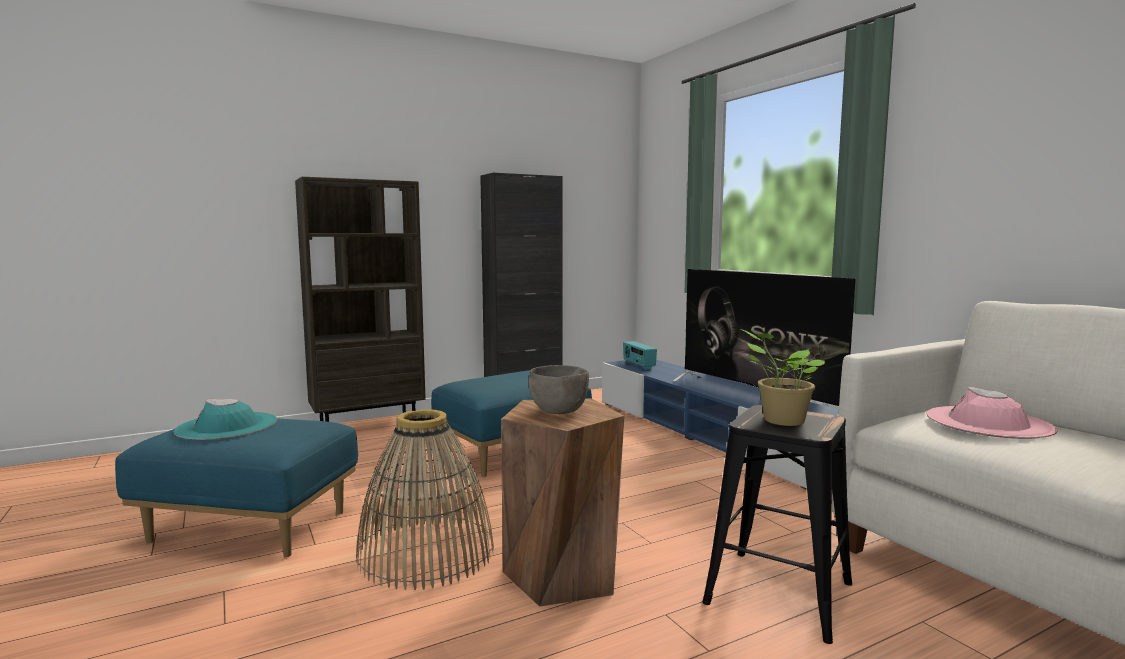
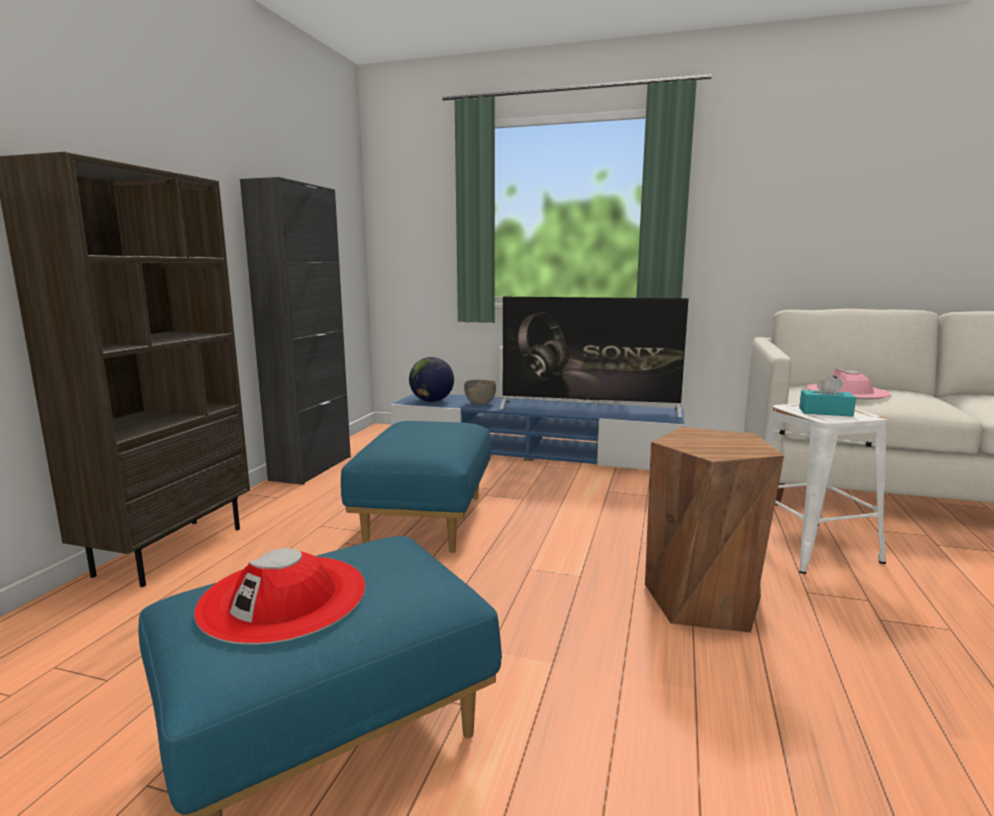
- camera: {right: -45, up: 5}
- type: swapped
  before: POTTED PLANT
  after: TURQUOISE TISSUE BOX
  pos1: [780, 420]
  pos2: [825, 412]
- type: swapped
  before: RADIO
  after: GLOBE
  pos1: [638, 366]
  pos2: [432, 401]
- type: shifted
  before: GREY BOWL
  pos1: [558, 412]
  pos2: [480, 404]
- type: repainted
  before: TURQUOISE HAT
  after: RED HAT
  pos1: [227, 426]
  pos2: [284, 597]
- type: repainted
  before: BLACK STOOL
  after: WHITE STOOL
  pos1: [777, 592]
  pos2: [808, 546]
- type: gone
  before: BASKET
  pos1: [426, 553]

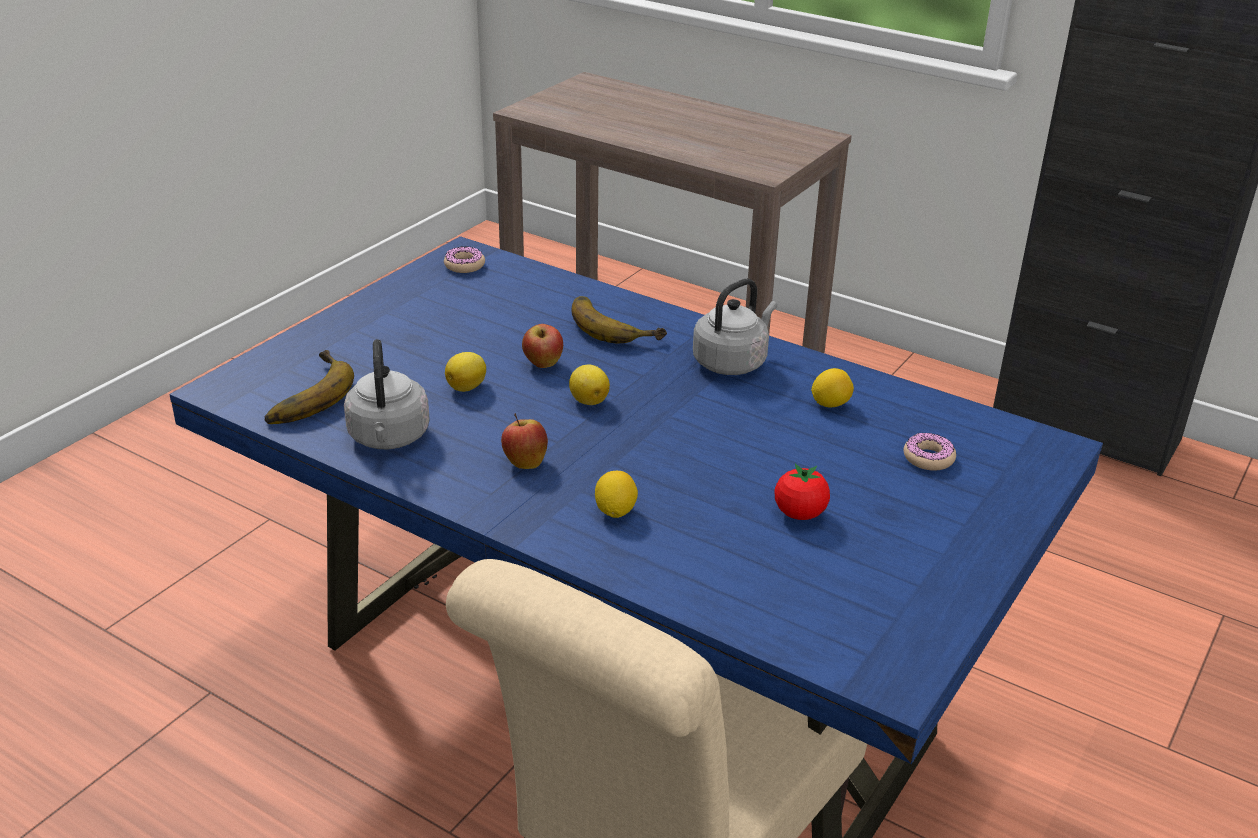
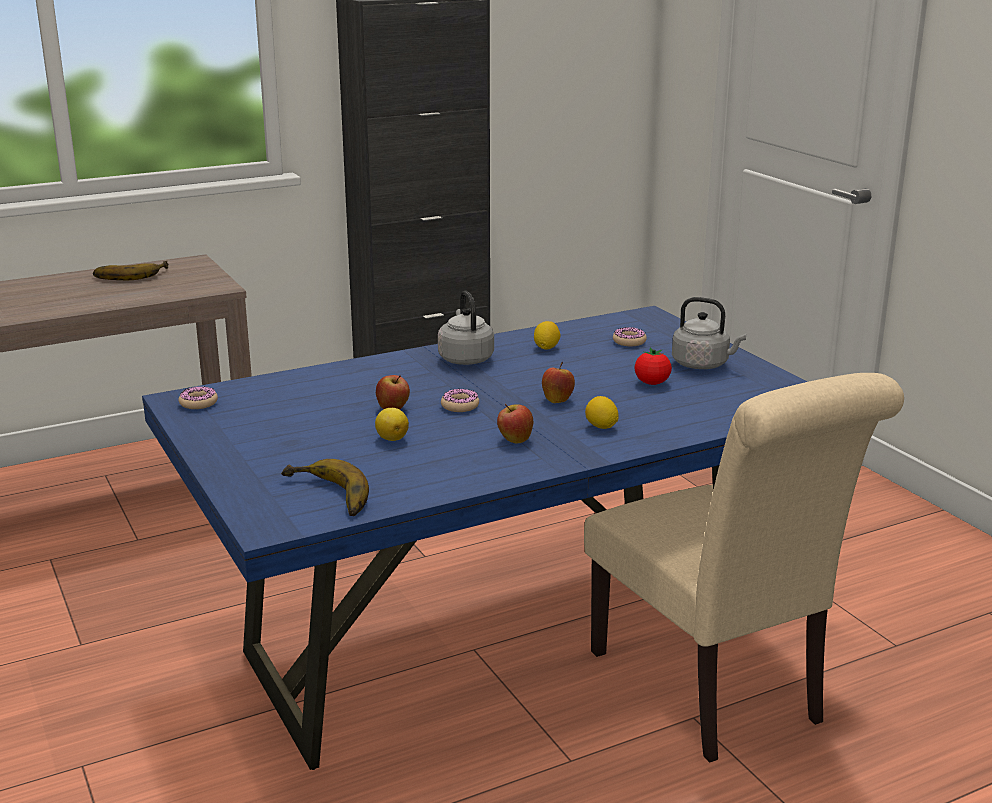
- camera: {right: -60, up: -10}
- type: shifted
  before: BANANA
  pos1: [615, 325]
  pos2: [130, 274]
- type: shifted
  before: GREY KETTLE
  pos1: [389, 438]
  pos2: [703, 364]
- type: swapped
  before: LEMON
  after: DONUT
  pos1: [589, 400]
  pos2: [460, 406]
- type: new
  after: APPLE
  pos2: [557, 400]

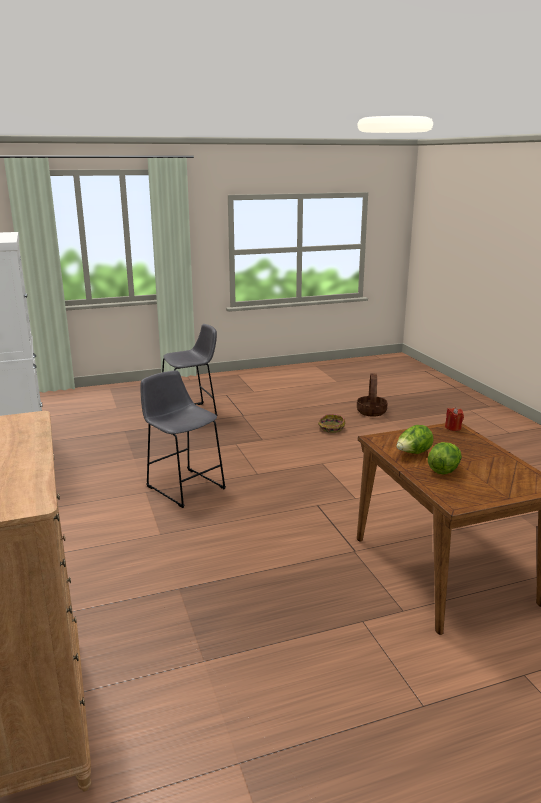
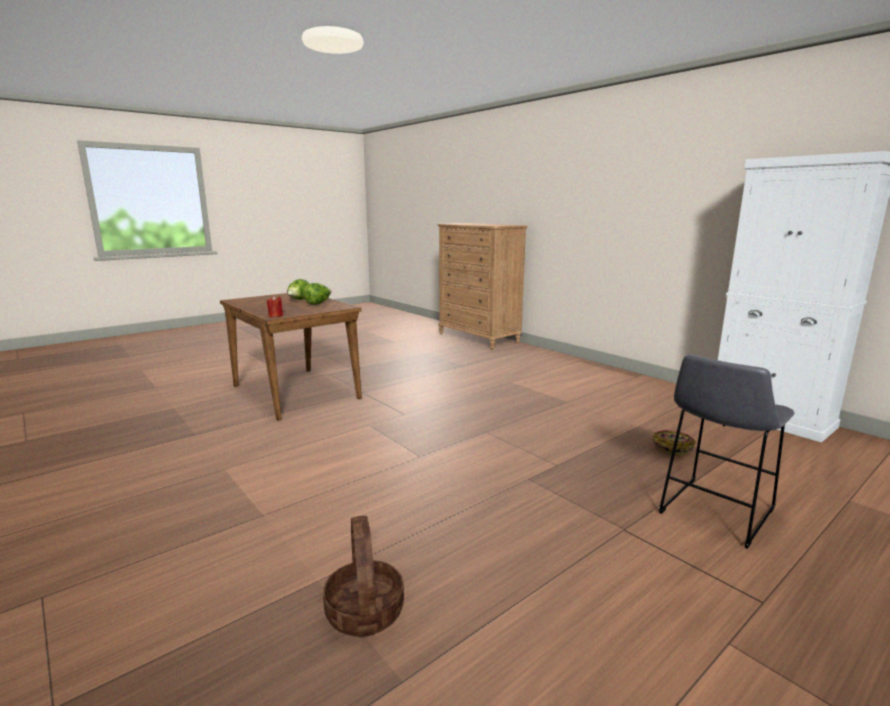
- camera: {right: 160, up: -5}
- type: gone
  before: GREY STOOL
  pos1: [183, 486]
- type: shifted
  before: BASKET
  pos1: [331, 428]
  pos2: [673, 448]

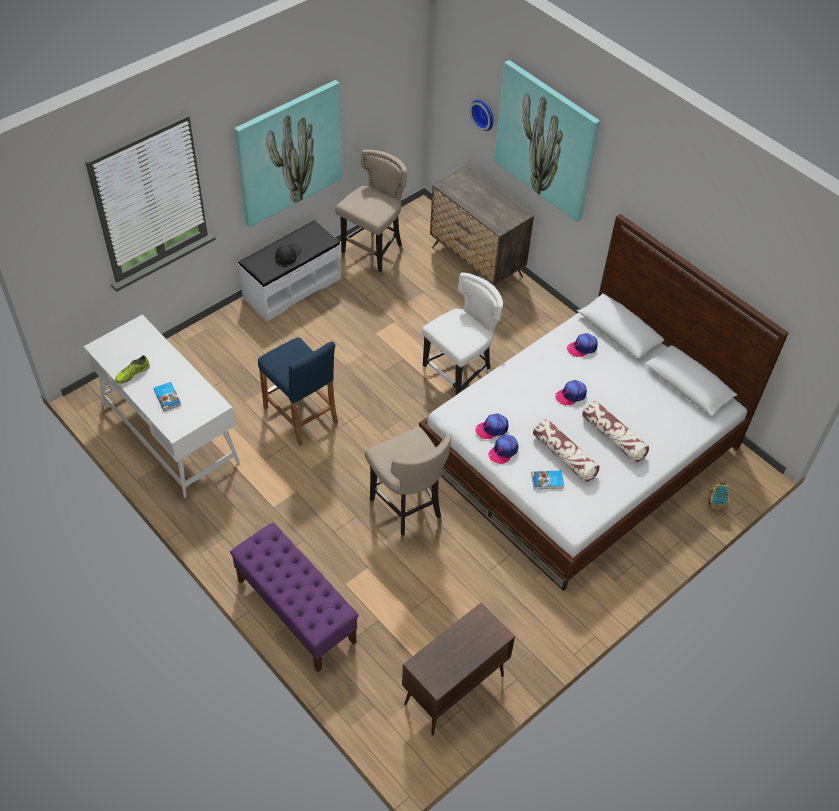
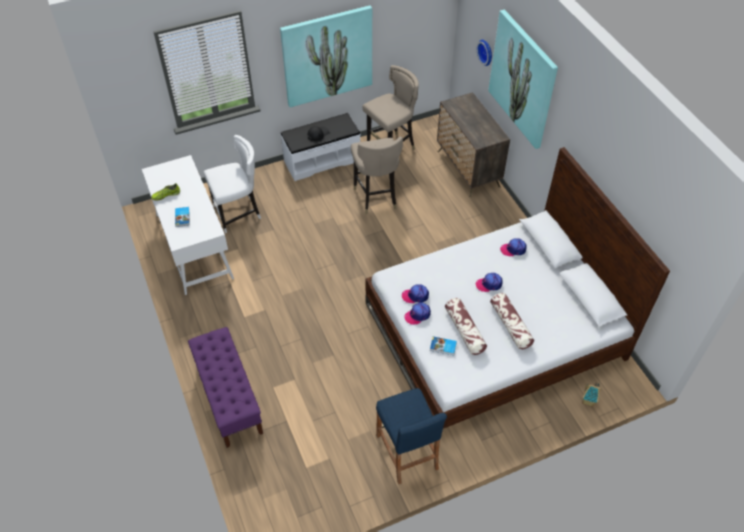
- camera: {right: 20, up: 0}
- type: shifted
  before: WHITE CHAIR
  pos1: [459, 373]
  pos2: [238, 213]
- type: shifted
  before: BLUE STOOL
  pos1: [300, 415]
  pos2: [407, 452]
- type: shifted
  before: BEIGE STOOL
  pos1: [406, 511]
  pos2: [376, 197]
- type: gone
  before: BROWN CABINET
  pos1: [453, 690]

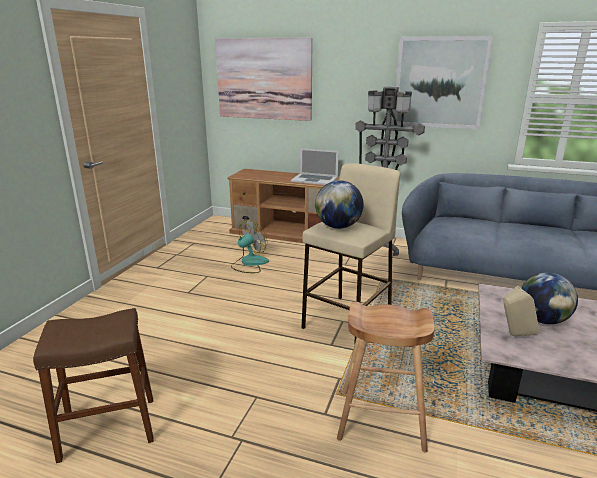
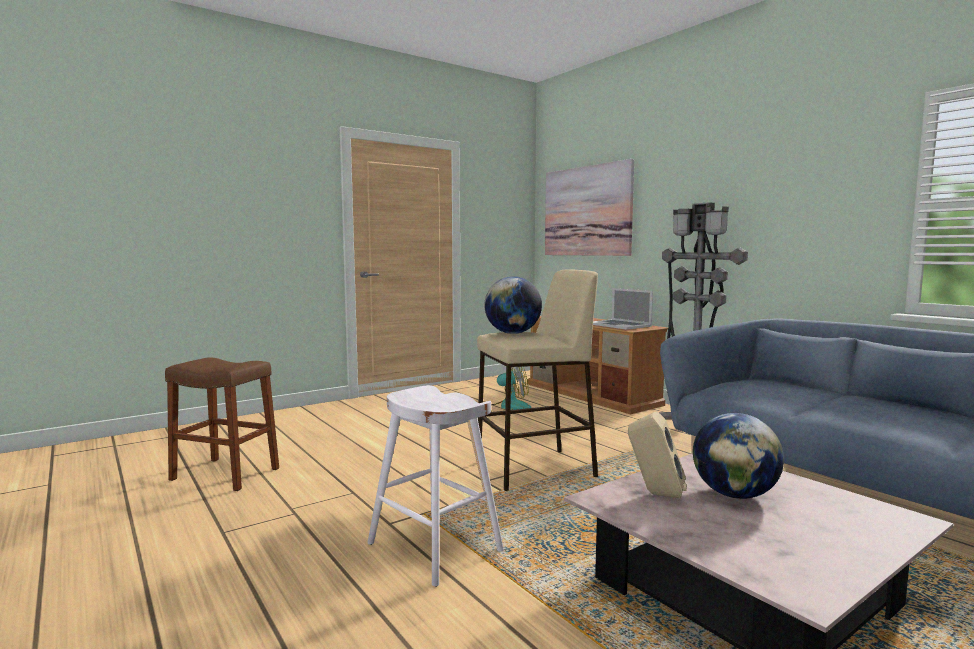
- camera: {right: 35, up: -15}
- type: gone
  before: PICTURE
  pos1: [440, 83]
- type: repainted
  before: BROWN STOOL
  after: WHITE STOOL
  pos1: [382, 419]
  pos2: [435, 547]

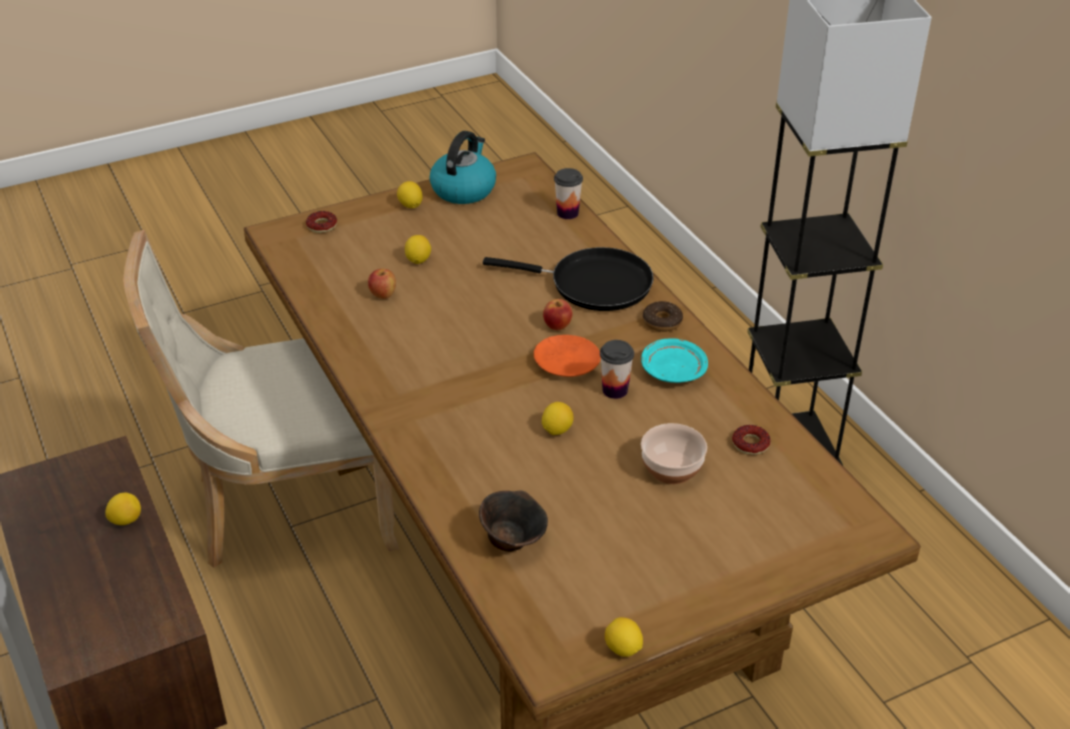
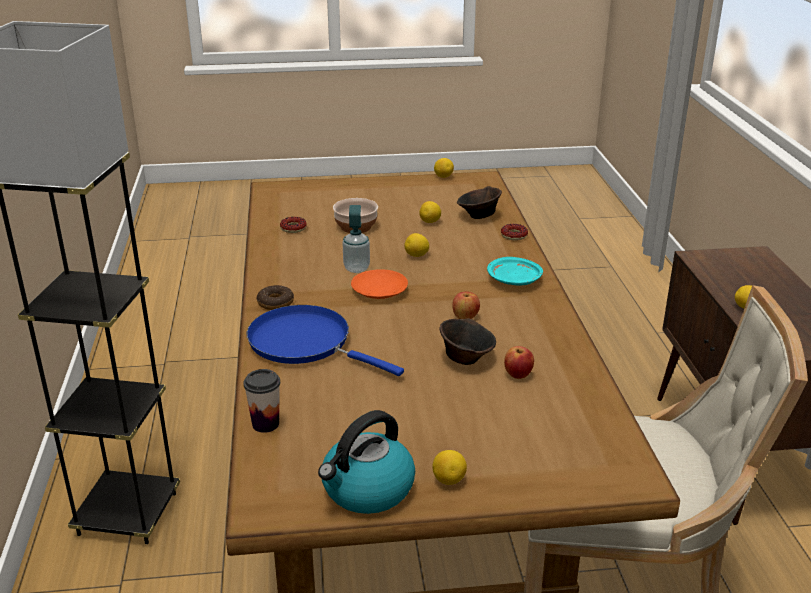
- camera: {right: -160, up: -10}
- type: shifted
  before: DONUT
  pos1: [322, 226]
  pos2: [514, 235]
- type: shifted
  before: LEMON
  pos1: [418, 260]
  pos2: [430, 222]
- type: repainted
  before: BLACK FRYING PAN
  after: BLUE FRYING PAN
  pos1: [593, 284]
  pos2: [306, 343]
- type: shifted
  before: APPLE
  pos1: [557, 326]
  pos2: [465, 317]
- type: shifted
  before: TURQUOISE PLATE
  pos1: [672, 370]
  pos2: [514, 280]
- type: swapped
  before: CUP
  after: SOAP DISPENSER
  pos1: [615, 390]
  pos2: [356, 268]
- type: new
  after: BROWN BOWL
  pos2: [466, 358]

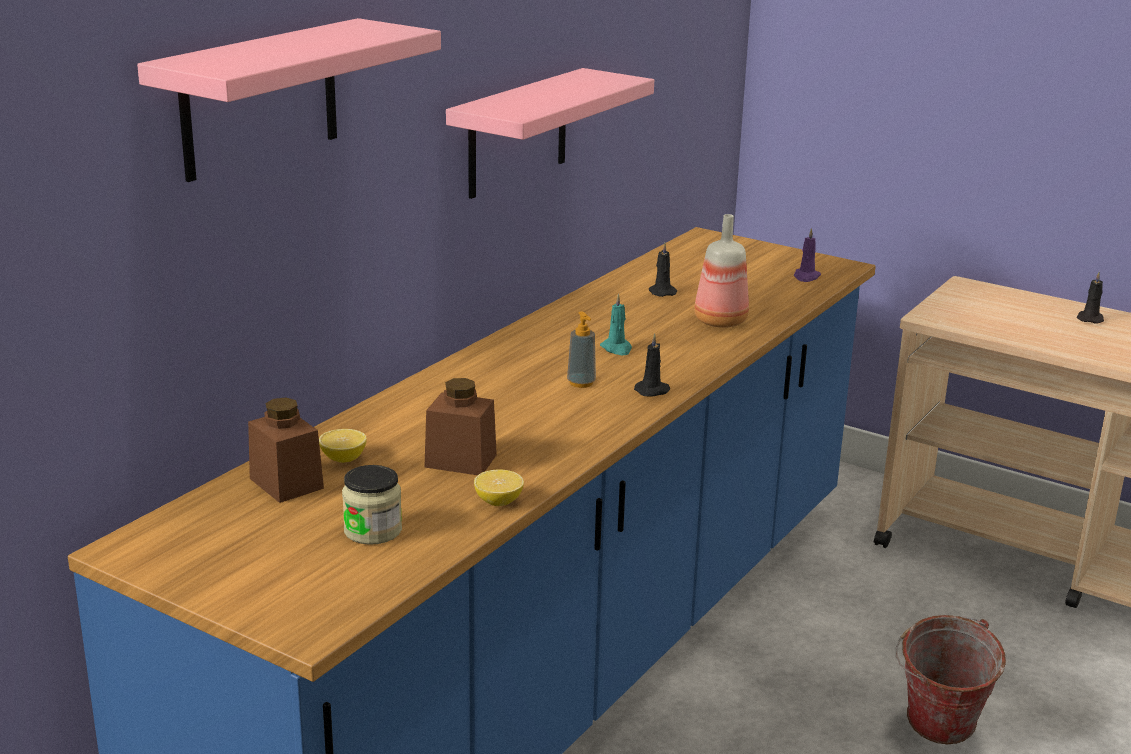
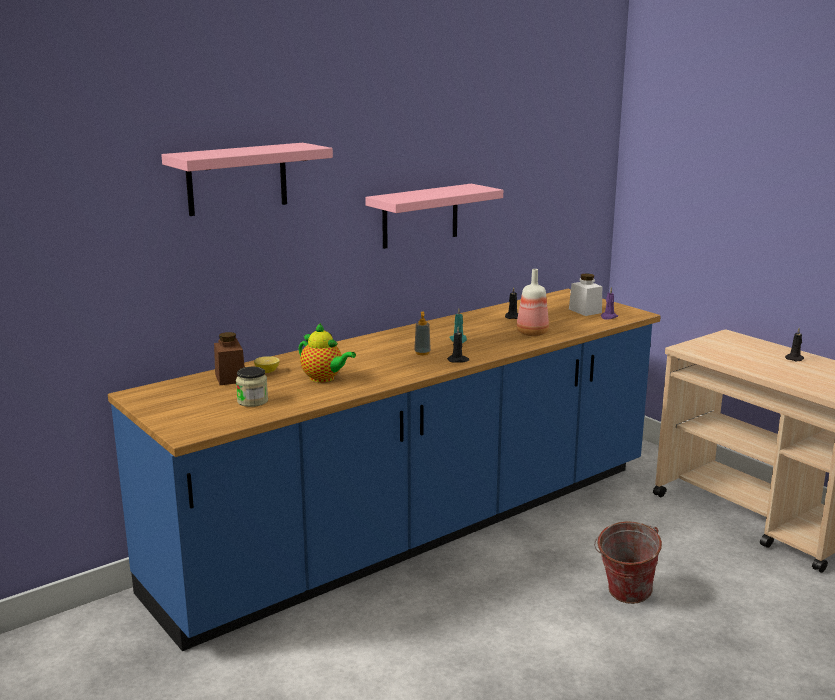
- camera: {right: 20, up: -5}
- type: swapped
  before: BROWN JAR
  after: TEAPOT
  pos1: [460, 461]
  pos2: [324, 379]
- type: gone
  before: LEMON
  pos1: [498, 502]
- type: new
  after: WHITE JAR
  pos2: [585, 311]

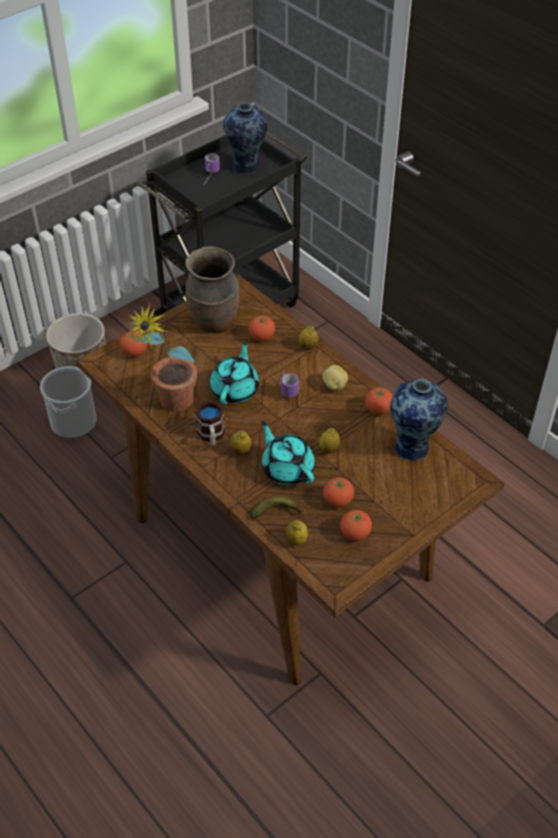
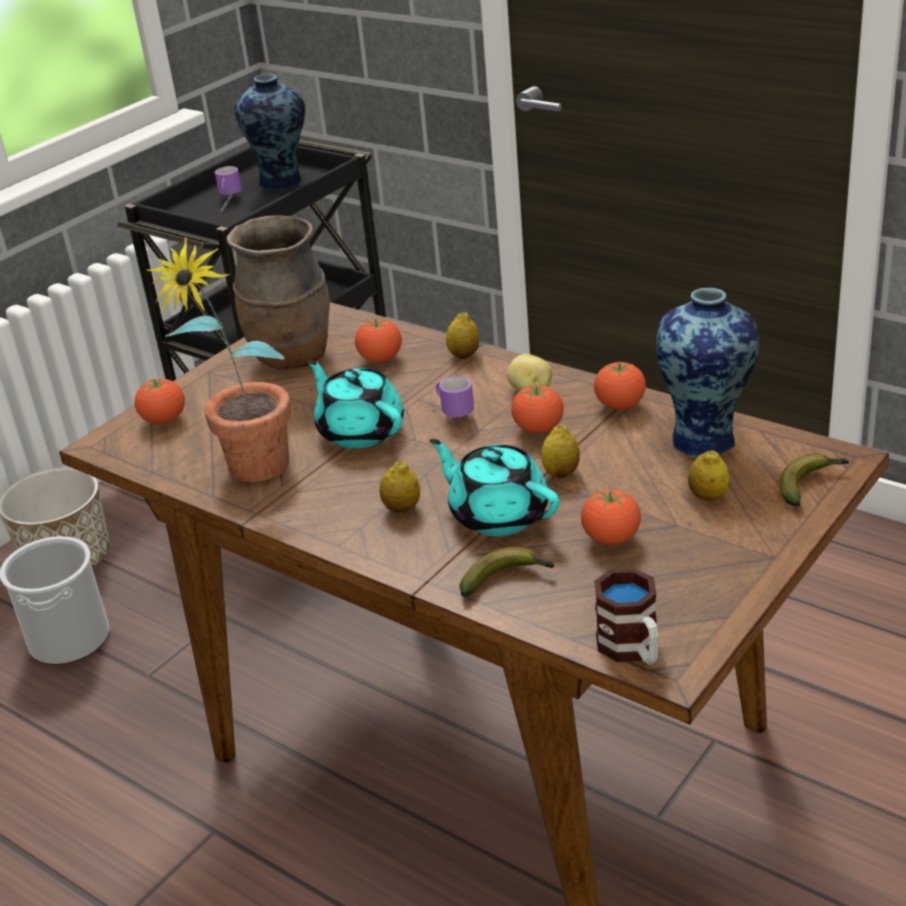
- camera: {right: -10, up: -15}
- type: rotated
  before: TURQUOISE TEAPOT
  pos1: [235, 389]
  pos2: [360, 430]
  turn: -45
- type: shifted
  before: MUG
  pos1: [211, 436]
  pos2: [633, 650]
- type: shifted
  before: TOMATO
  pos1: [355, 533]
  pos2: [538, 429]
- type: shifted
  before: LEMON
  pos1: [296, 540]
  pos2: [708, 497]
- type: new
  after: BANANA
  pos2: [810, 485]

